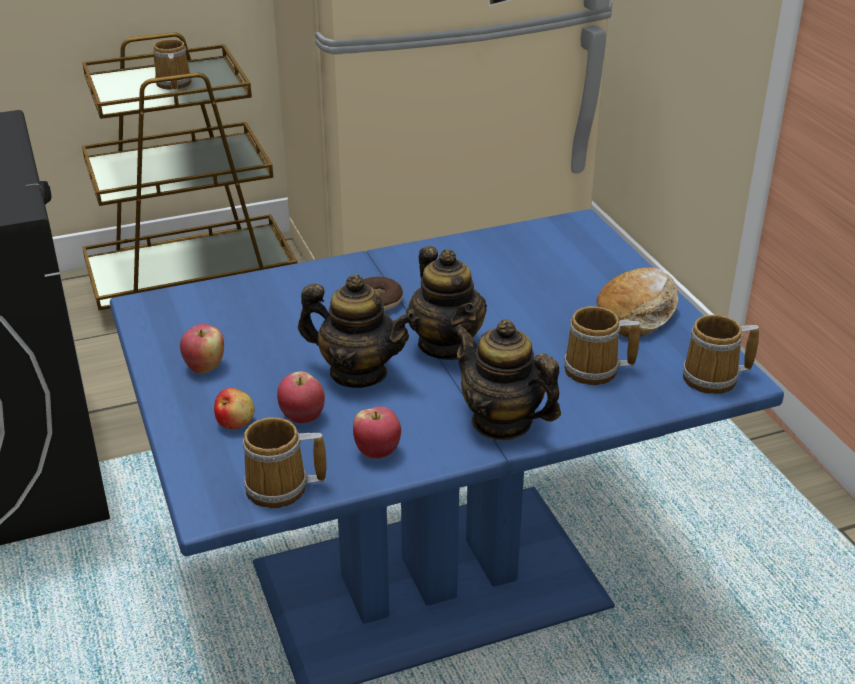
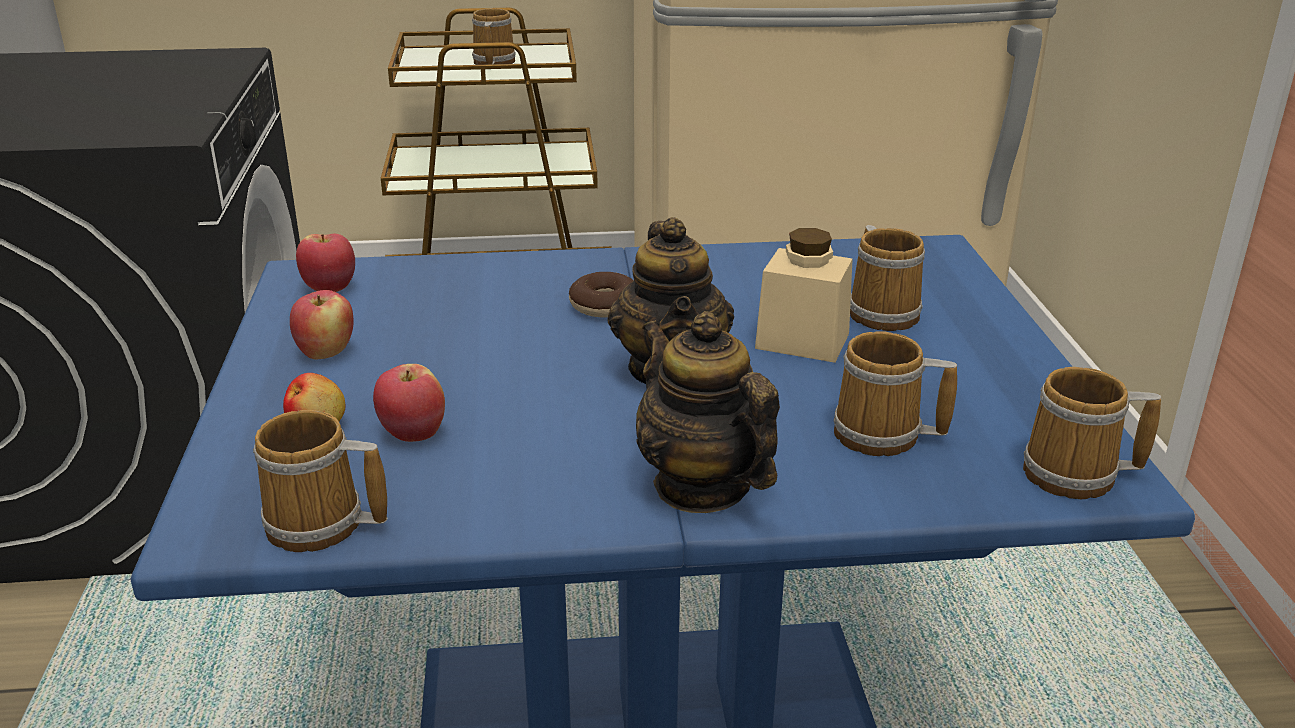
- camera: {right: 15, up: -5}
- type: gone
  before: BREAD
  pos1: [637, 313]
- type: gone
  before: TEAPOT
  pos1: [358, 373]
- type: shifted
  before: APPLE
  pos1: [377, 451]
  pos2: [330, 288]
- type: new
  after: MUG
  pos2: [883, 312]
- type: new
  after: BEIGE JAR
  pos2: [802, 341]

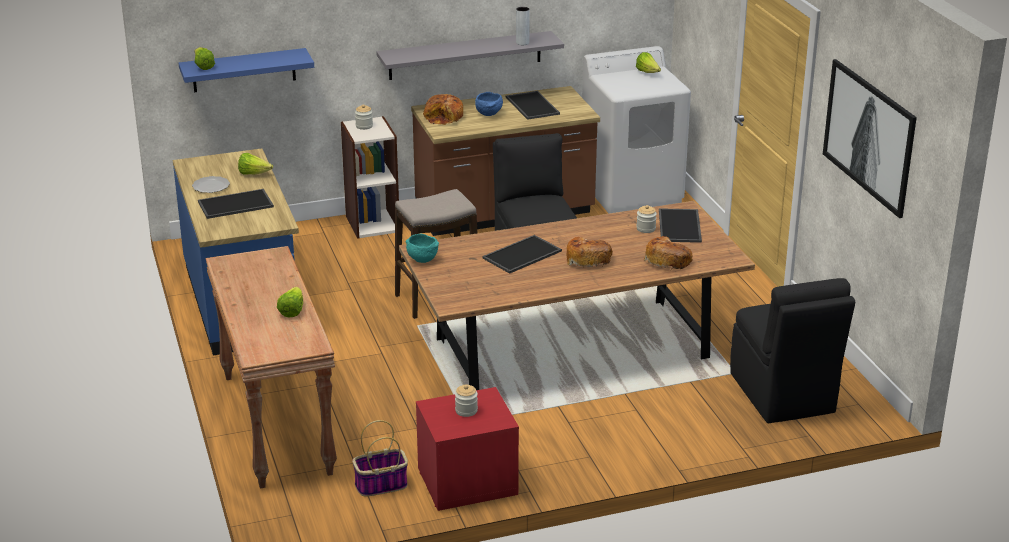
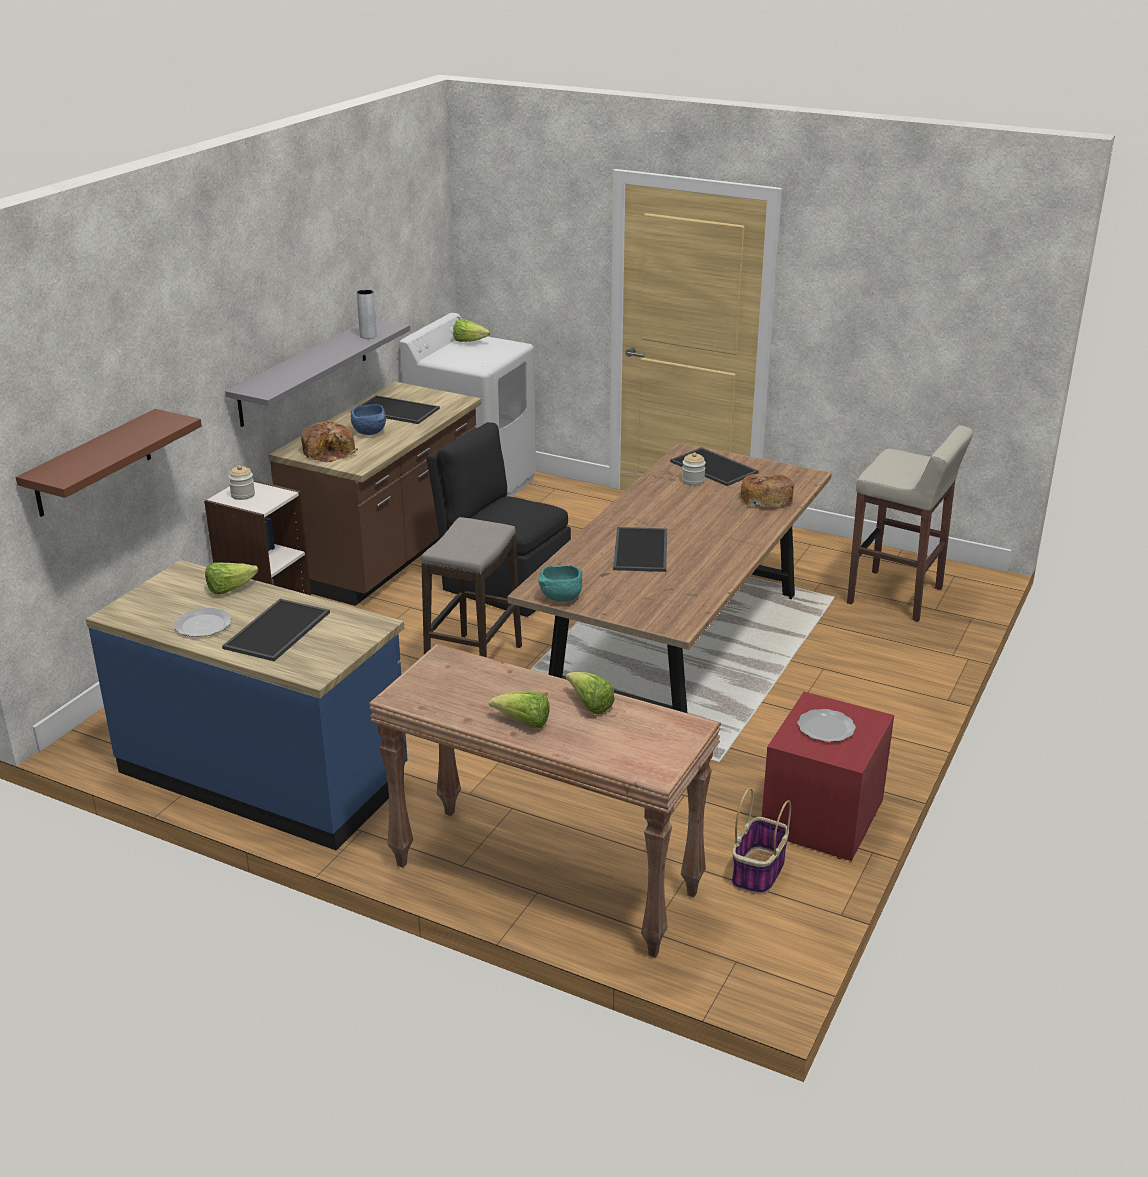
- camera: {right: -45, up: 0}
- type: shifted
  before: LETTUCE
  pos1: [203, 66]
  pos2: [523, 723]
- type: repainted
  before: BLUE SHELF
  after: BROWN SHELF
  pos1: [244, 70]
  pos2: [93, 463]
- type: gone
  before: PICTURE
  pos1: [868, 136]
- type: gone
  before: BREAD
  pos1: [587, 259]
- type: swapped
  before: BLACK CHAIR
  after: BEIGE STOOL
  pos1: [782, 395]
  pos2: [896, 596]
- type: swapped
  before: JAR
  after: PLATE
  pos1: [466, 410]
  pos2: [826, 727]

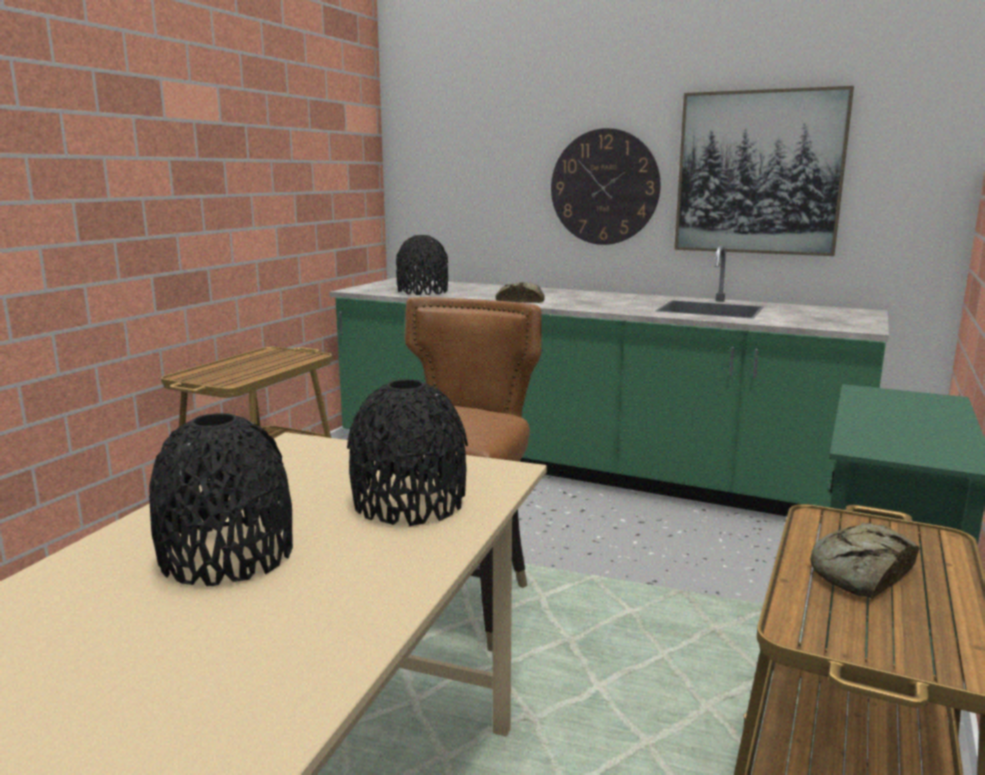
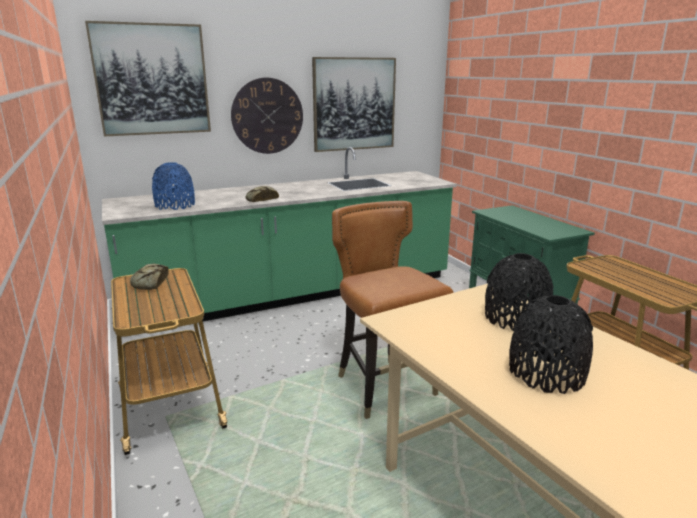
- camera: {right: -50, up: 5}
- type: repainted
  before: BLACK VASE
  after: BLUE VASE
  pos1: [422, 292]
  pos2: [175, 206]
- type: shifted
  before: BREAD
  pos1: [860, 573]
  pos2: [150, 283]
- type: new
  after: PICTURE
  pos2: [152, 80]

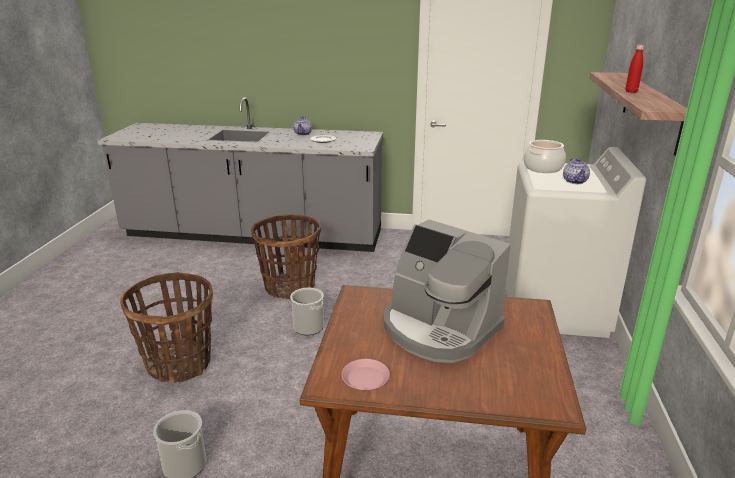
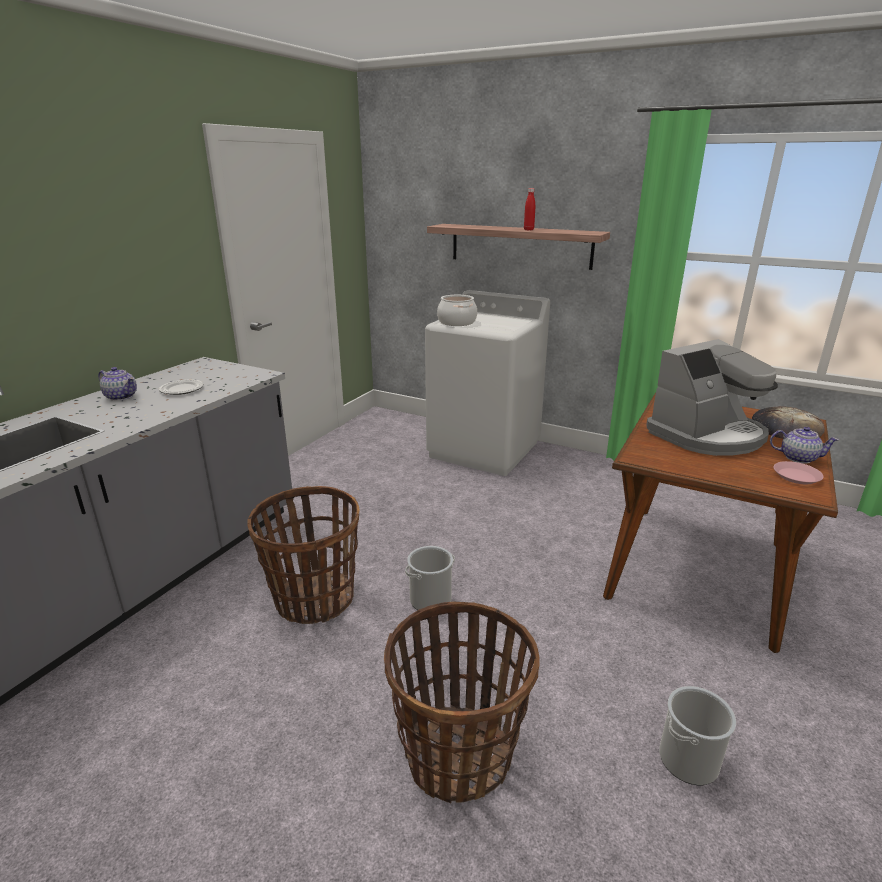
- camera: {right: -70, up: 0}
- type: shifted
  before: TEAPOT
  pos1: [575, 181]
  pos2: [797, 458]
- type: new
  after: BREAD
  pos2: [786, 429]

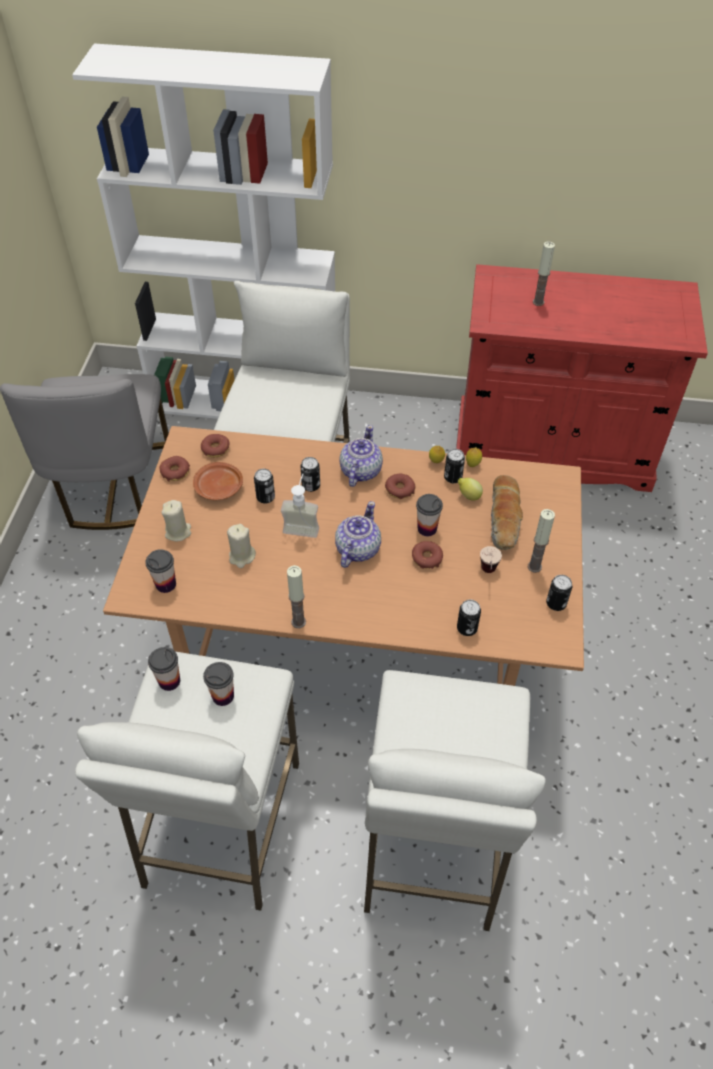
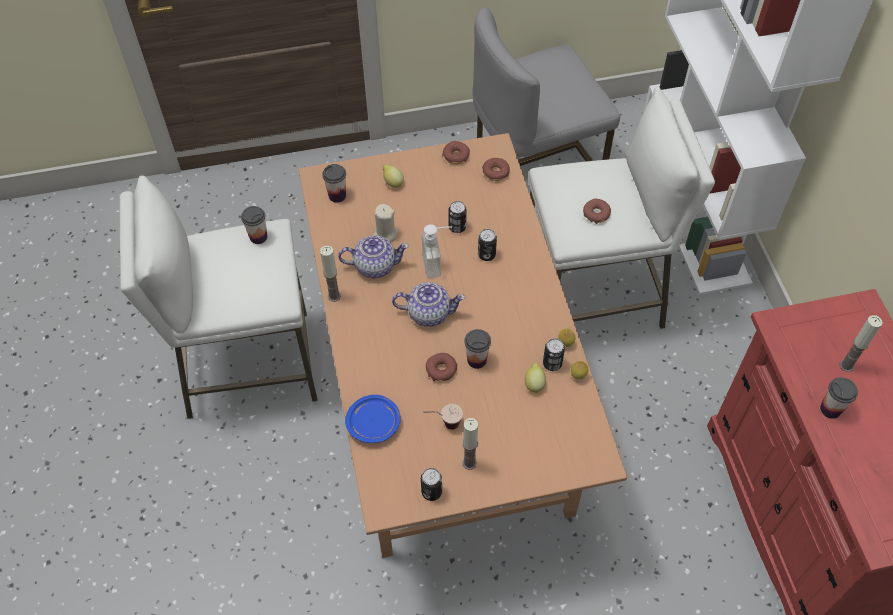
- camera: {right: 70, up: 5}
- type: shifted
  before: TEAPOT
  pos1: [360, 471]
  pos2: [374, 265]
- type: gone
  before: BROWN PLATE
  pos1: [219, 488]
- type: shifted
  before: DONUT
  pos1: [399, 489]
  pos2: [596, 214]
- type: gone
  before: BREAD
  pos1: [505, 519]
- type: swapped
  before: BEIGE CANDLE
  after: LEMON
  pos1: [178, 532]
  pos2: [392, 183]
- type: swapped
  before: CAN
  after: BLUE PLATE
  pos1: [467, 628]
  pos2: [374, 423]
- type: shifted
  before: CUP
  pos1: [223, 696]
  pos2: [830, 409]
- type: gone
  before: WHITE STOOL
  pos1: [433, 844]

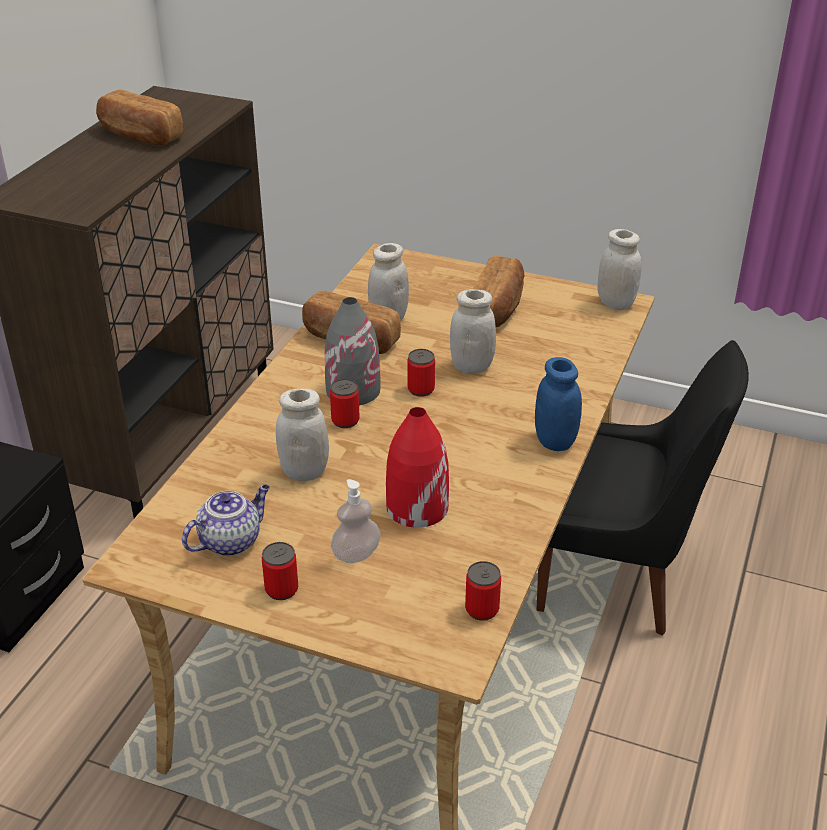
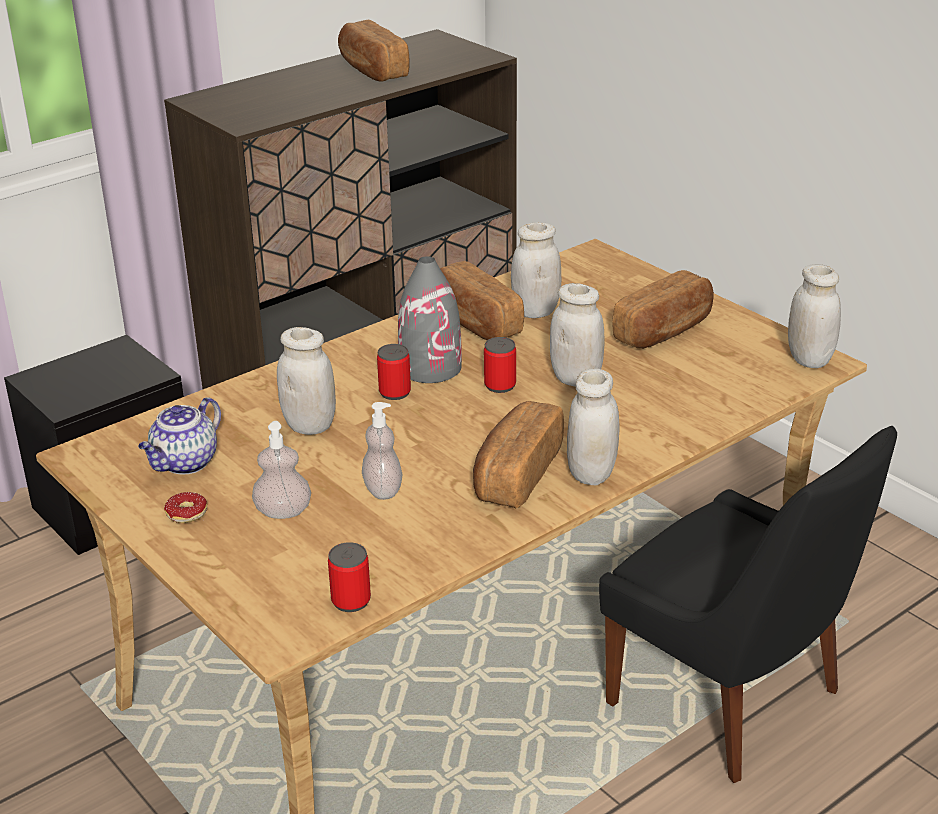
- camera: {right: 30, up: -5}
- type: repainted
  before: BLUE JAR
  after: WHITE JAR
  pos1: [555, 441]
  pos2: [591, 474]
- type: swapped
  before: RED VASE
  after: SOAP DISPENSER
  pos1: [416, 507]
  pos2: [382, 490]
- type: rotated
  before: TEAPOT
  pos1: [231, 541]
  pos2: [185, 463]
  turn: 135
- type: swapped
  before: CAN
  after: DONUT
  pos1: [281, 589]
  pos2: [186, 518]
- type: new
  after: BREAD
  pos2: [516, 474]

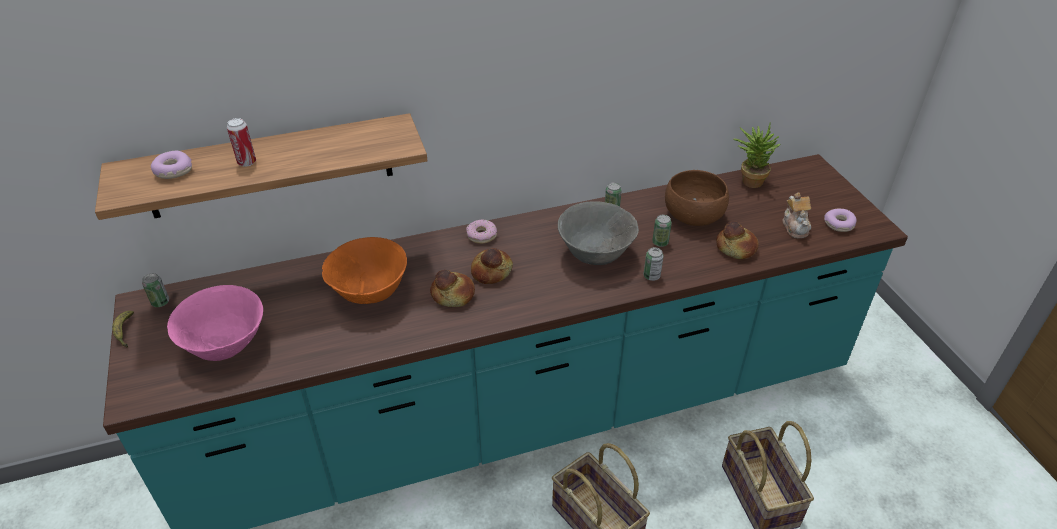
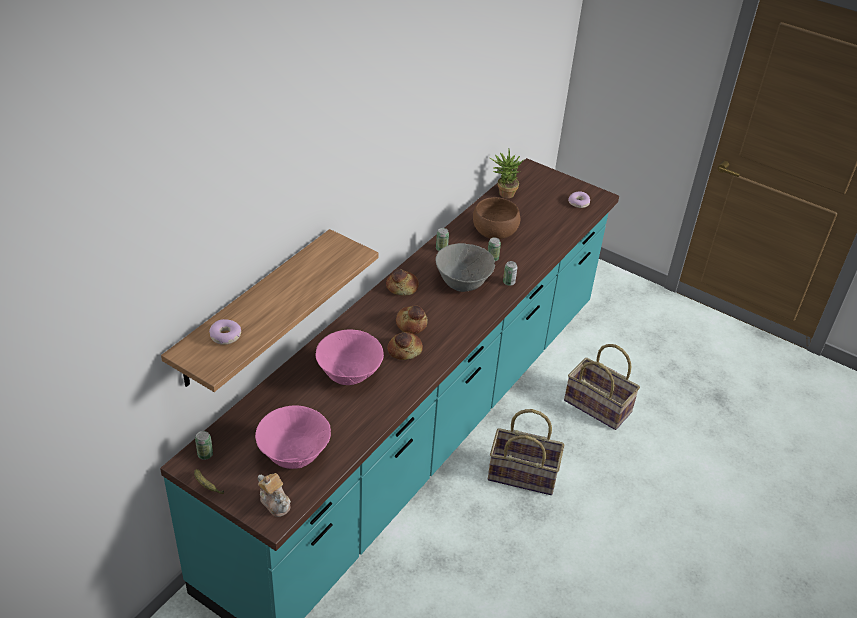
- camera: {right: -40, up: 0}
- type: gone
  before: CAN
  pos1: [247, 162]
- type: shifted
  before: TEAPOT
  pos1: [795, 227]
  pos2: [275, 502]
- type: gone
  before: DONUT
  pos1: [481, 235]
- type: shifted
  before: BREAD
  pos1: [735, 248]
  pos2: [402, 288]
- type: repainted
  before: ORANGE BOWL
  after: PINK BOWL
  pos1: [370, 293]
  pos2: [349, 375]

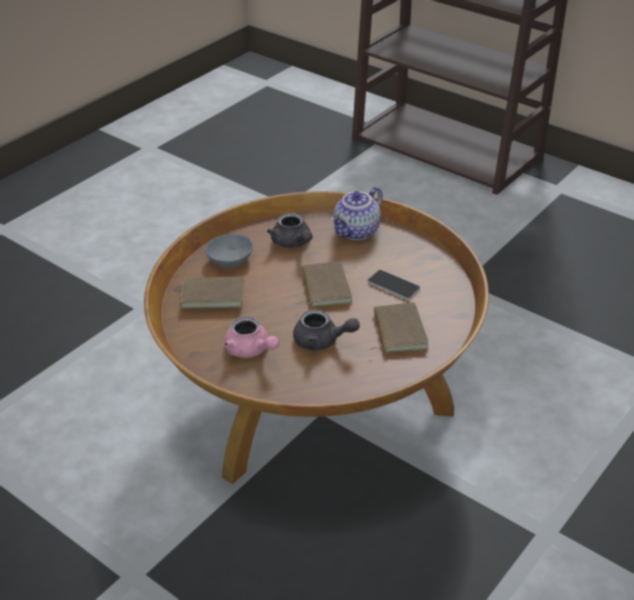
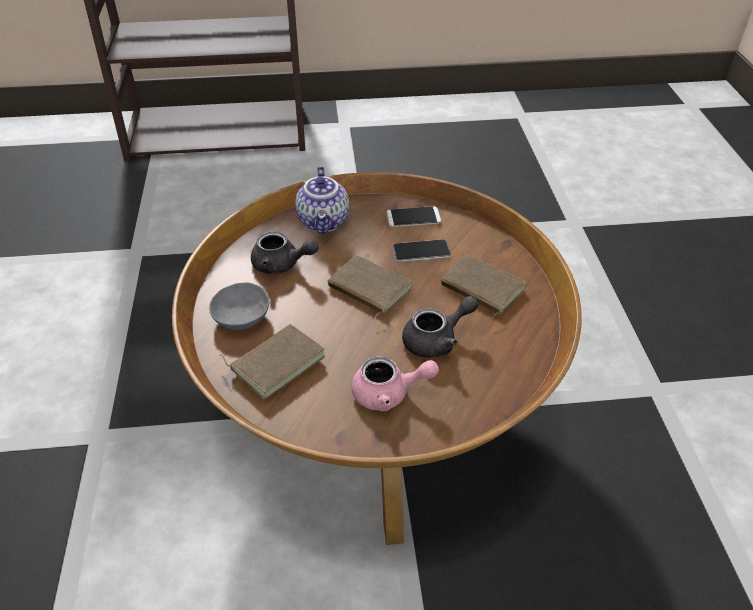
- camera: {right: -45, up: 5}
- type: new
  after: PHONE
  pos2: [413, 217]

